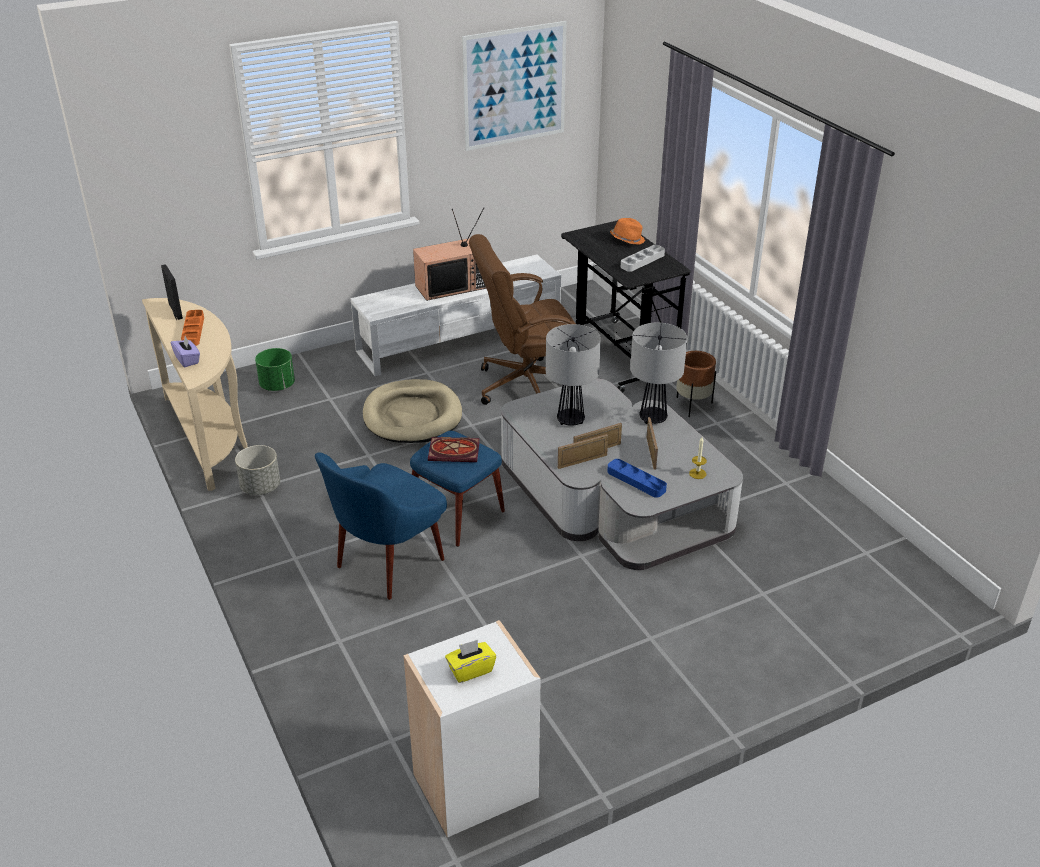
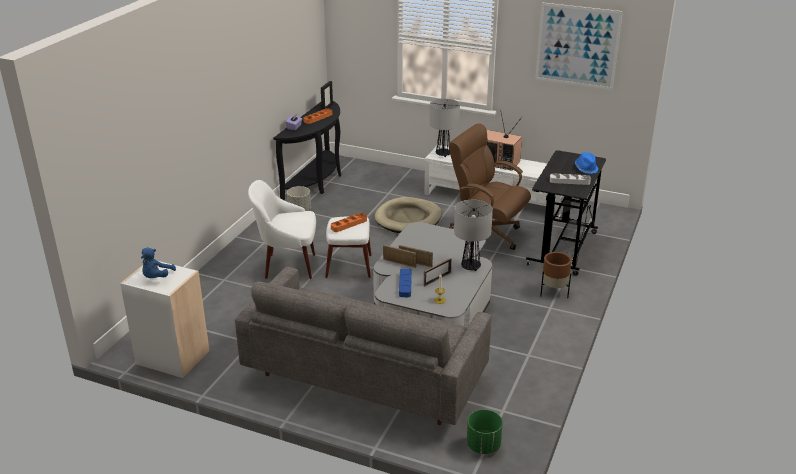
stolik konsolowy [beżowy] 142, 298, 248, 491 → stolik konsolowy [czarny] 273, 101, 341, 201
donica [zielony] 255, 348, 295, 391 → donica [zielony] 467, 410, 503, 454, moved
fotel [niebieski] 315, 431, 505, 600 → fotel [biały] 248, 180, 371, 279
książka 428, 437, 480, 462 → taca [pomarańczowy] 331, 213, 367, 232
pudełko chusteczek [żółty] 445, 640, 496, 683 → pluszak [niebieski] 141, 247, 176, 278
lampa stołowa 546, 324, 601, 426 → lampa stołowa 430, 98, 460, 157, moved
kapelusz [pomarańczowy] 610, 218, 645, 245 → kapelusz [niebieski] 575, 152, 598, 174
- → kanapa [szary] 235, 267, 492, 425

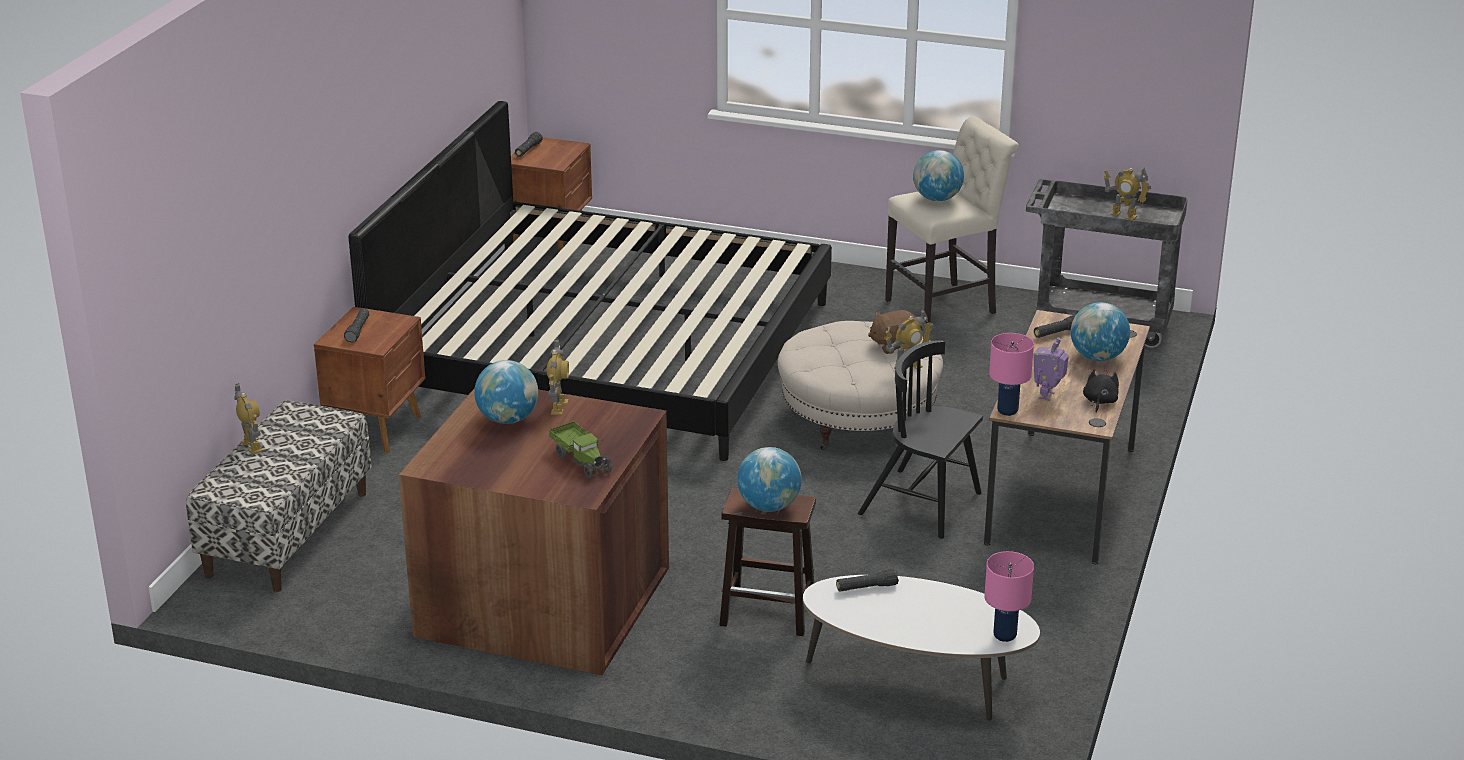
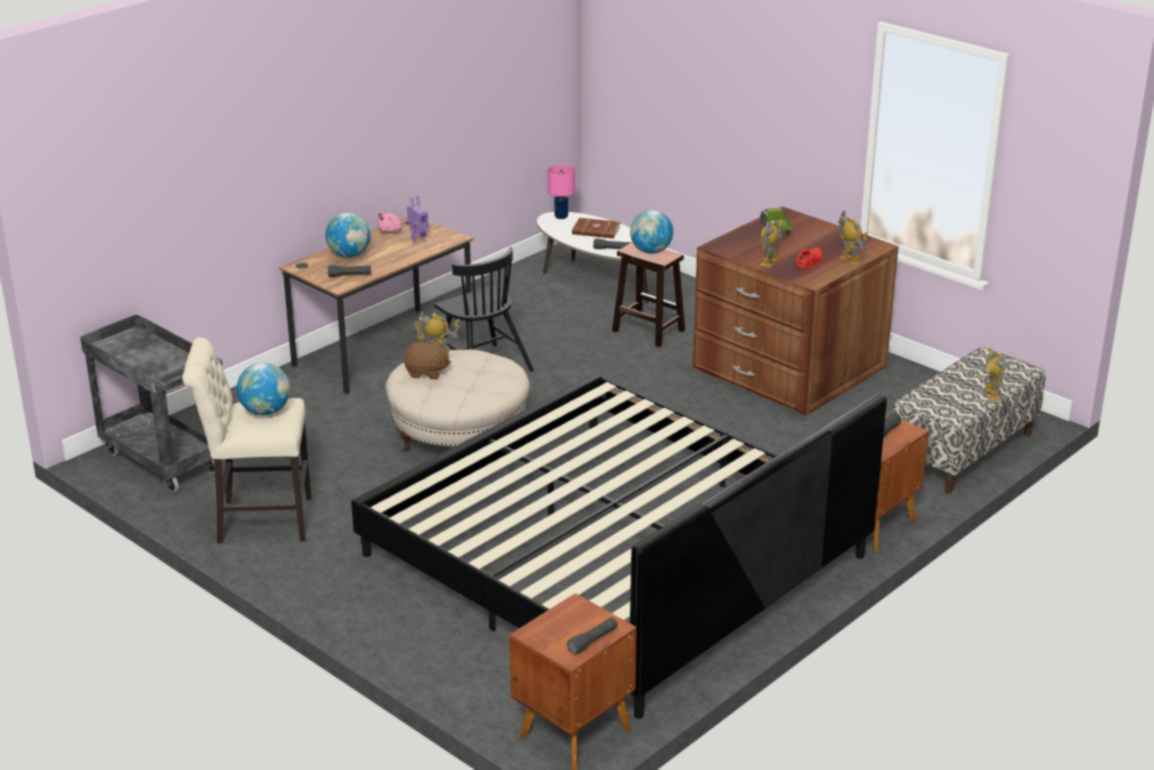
globus 474, 360, 538, 424 → but [czerwony] 796, 247, 823, 270
lampa stołowa [różowy] 989, 333, 1034, 416 → -
pluszak [czarny] 1083, 369, 1119, 412 → pluszak [różowy] 377, 212, 406, 233
robot zabawkowy 1104, 167, 1151, 220 → robot zabawkowy 838, 210, 868, 265, moved
- → książka [brązowy] 572, 218, 620, 238

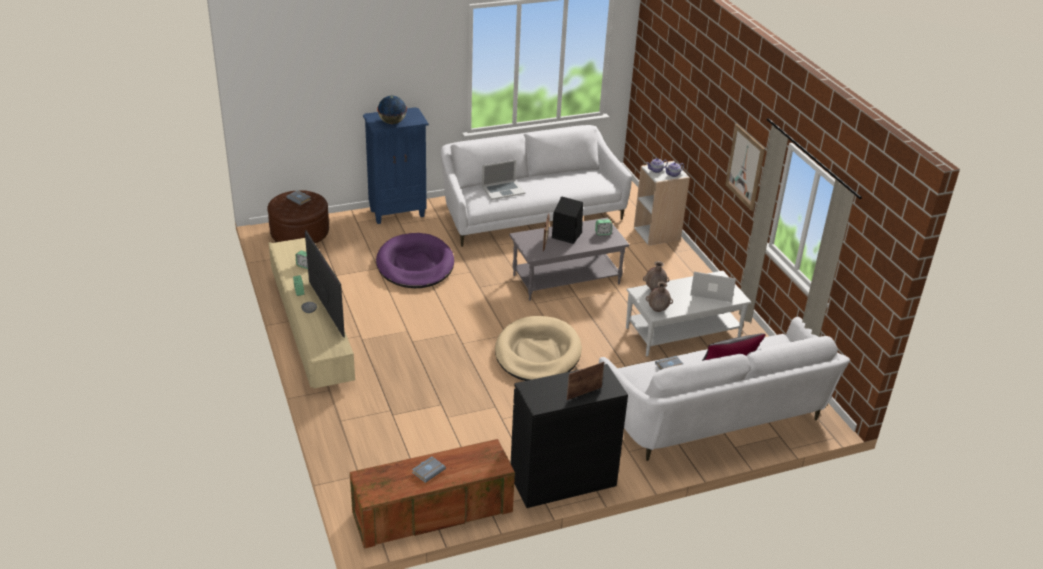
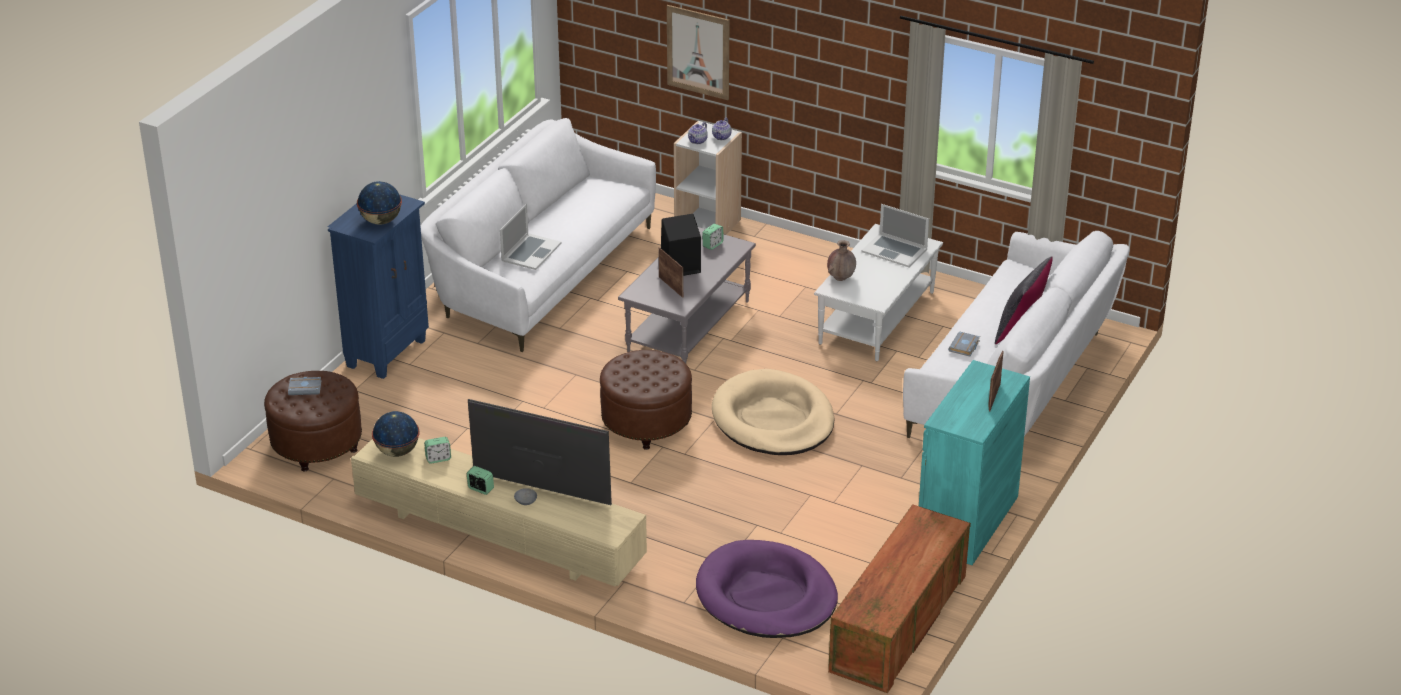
legowisko [fioletowy] 376, 233, 454, 288 → legowisko [fioletowy] 696, 540, 838, 638, moved
książka [szary] 412, 456, 446, 483 → -
szafka [czarny] 511, 364, 628, 508 → szafka [turkusowy] 919, 360, 1030, 565
wazon [brązowy] 646, 282, 673, 312 → -
laptop 690, 272, 736, 302 → laptop 862, 204, 929, 267, 120 degrees counterclockwise
obraz 725, 124, 765, 211 → obraz 667, 5, 730, 100, moved
- → globus 372, 411, 420, 457
- → pufa [brązowy] 600, 350, 692, 450

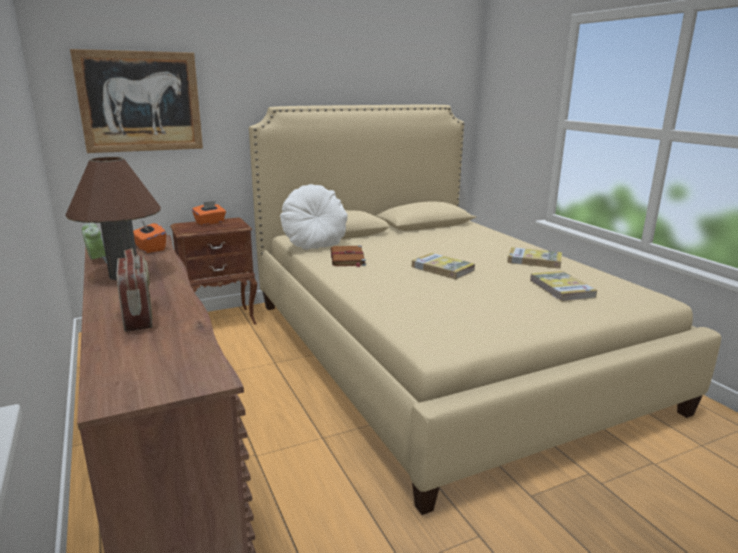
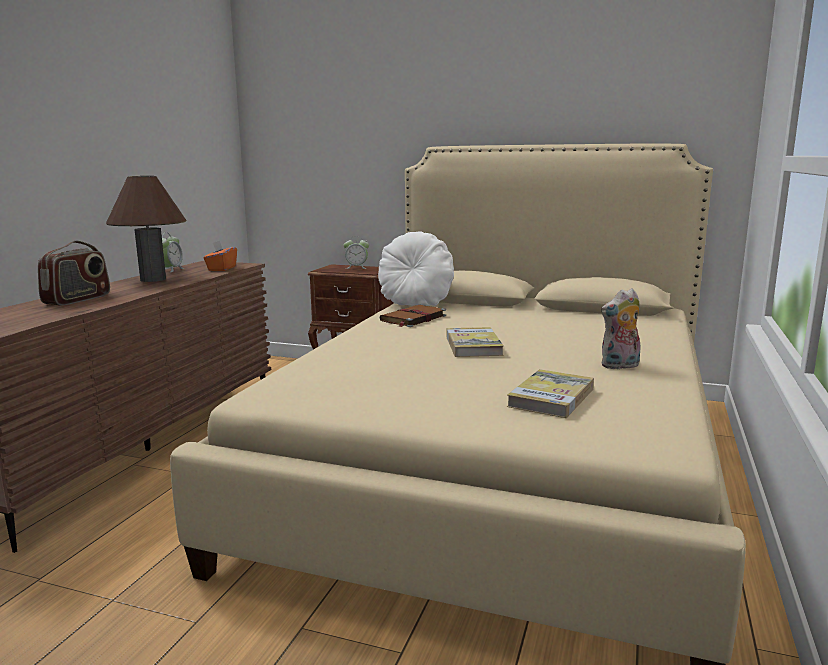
obraz 70, 49, 203, 153 → -
pudełko chusteczek [pomarańczowy] 192, 201, 226, 225 → budzik 344, 236, 369, 269
książka 507, 247, 562, 269 → pluszak 601, 288, 640, 369

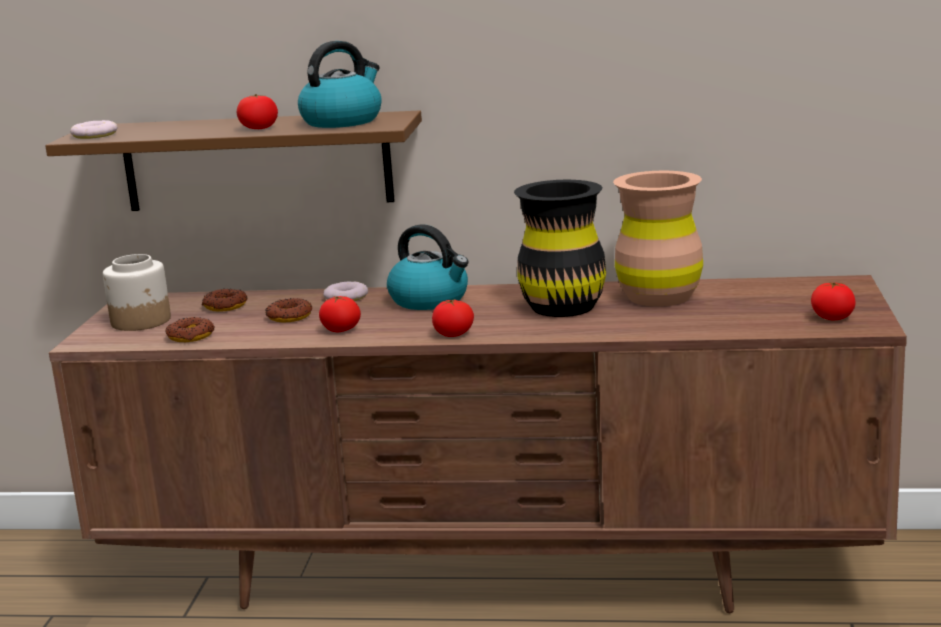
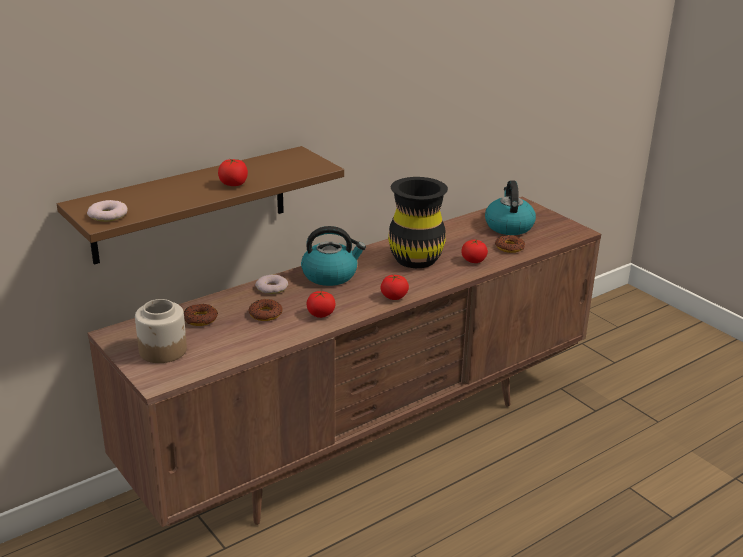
donut 165, 317, 215, 342 → donut 495, 235, 525, 253, moved
czajnik 298, 41, 382, 128 → czajnik 485, 181, 536, 235, moved
wazon [brązowy] 613, 171, 703, 307 → -
pomidor 811, 282, 856, 320 → pomidor 461, 240, 488, 263, moved

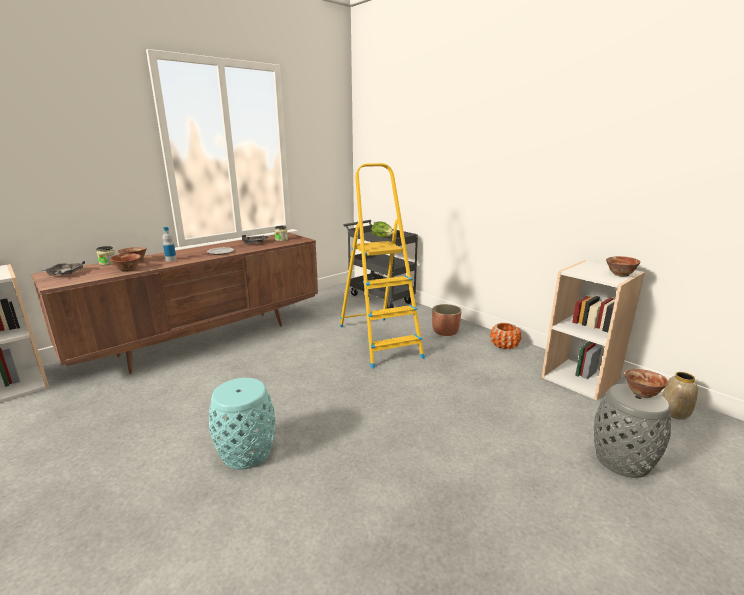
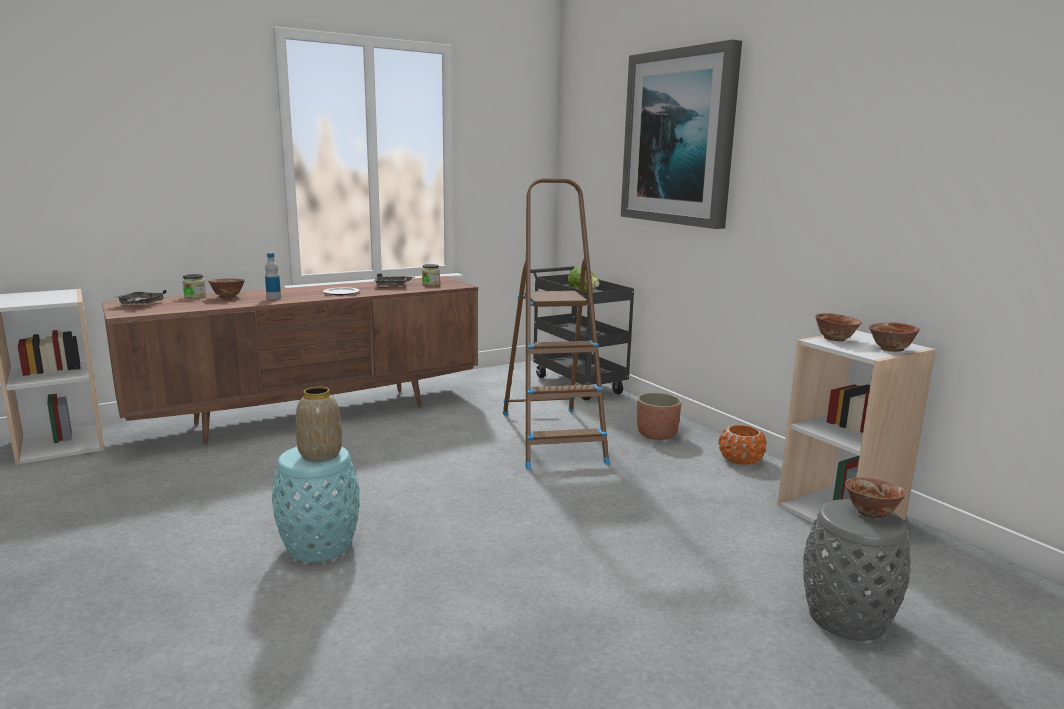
miska 110, 253, 141, 272 → miska 815, 313, 862, 341, moved
drabinka [żółty] 340, 163, 425, 368 → drabinka [brązowy] 503, 178, 609, 470
wazon 662, 372, 698, 420 → wazon 296, 387, 342, 462, moved
- → obraz 621, 39, 742, 229

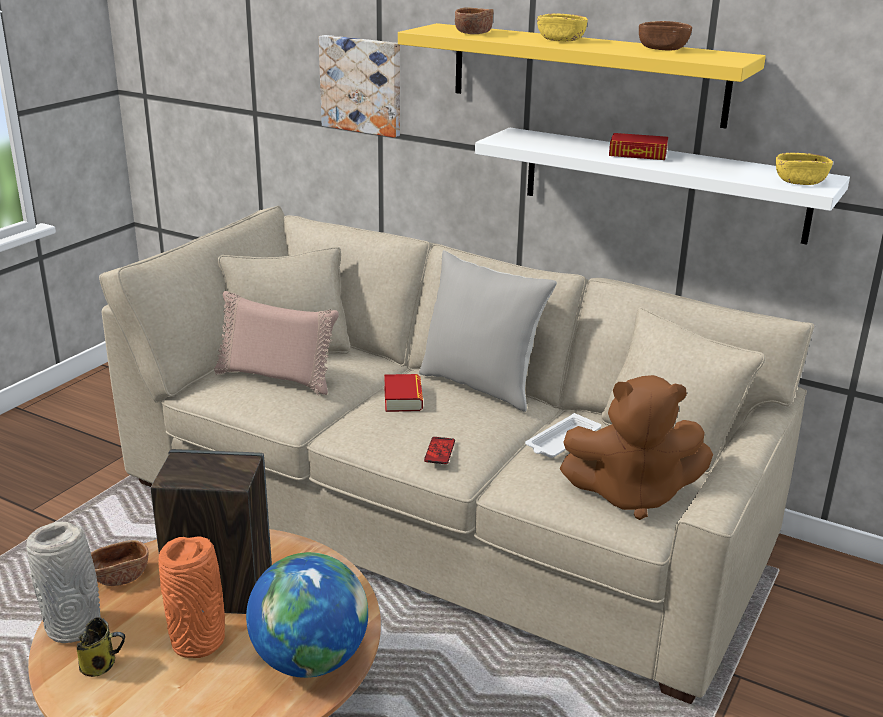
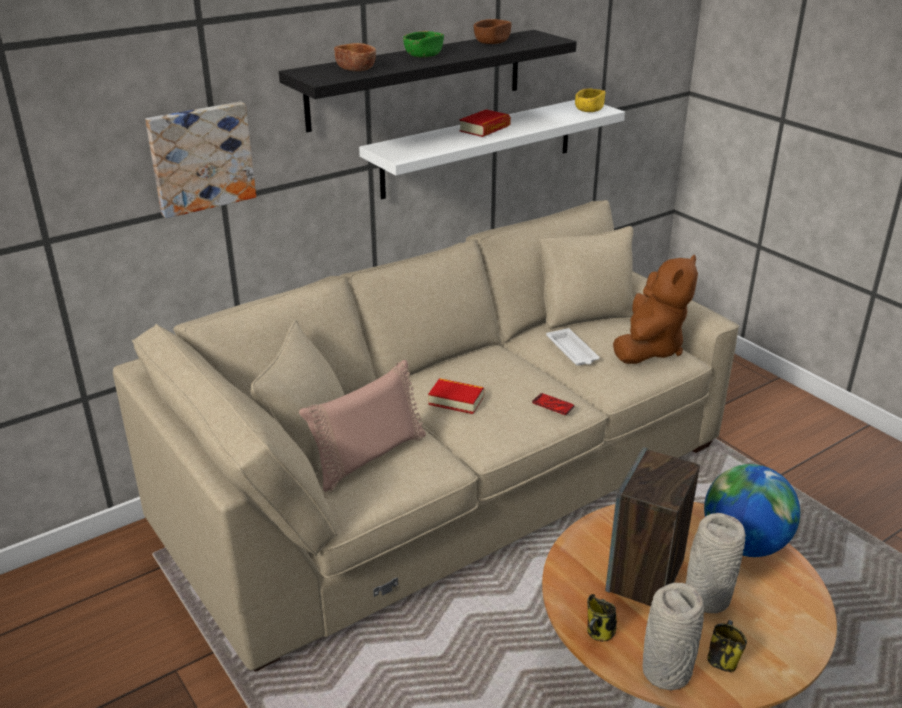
miska [brązowy] 91, 540, 149, 586 → kubek 587, 594, 617, 642
wazon [pomarańczowy] 158, 537, 225, 658 → wazon [szary] 686, 513, 746, 613
półka [żółty] 398, 23, 766, 128 → półka [czarny] 279, 30, 577, 132
poduszka [szary] 419, 250, 557, 412 → -
miska [żółty] 537, 13, 588, 41 → miska [zielony] 403, 31, 444, 58

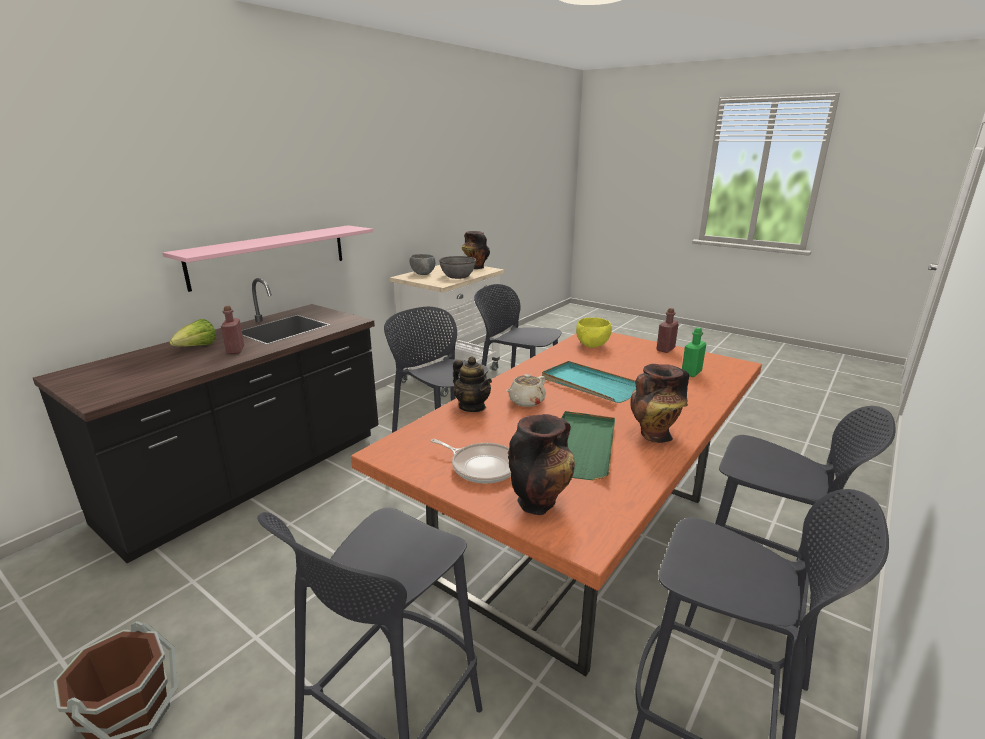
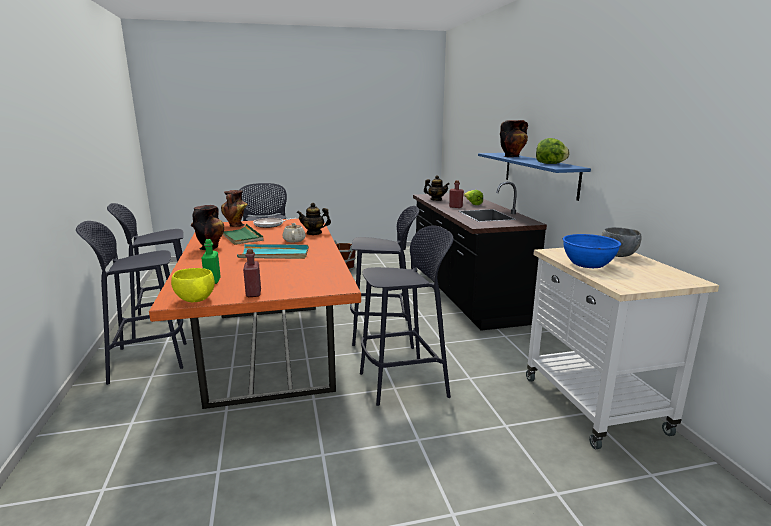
półka [różowy] 162, 225, 373, 292 → półka [niebieski] 478, 153, 591, 201
miska [szary] 439, 256, 476, 279 → miska [niebieski] 563, 234, 621, 268
wazon 462, 231, 490, 269 → wazon 500, 120, 528, 157, moved
miska [żółty] 576, 318, 612, 348 → miska [żółty] 171, 268, 215, 302, moved
- → imbryk 424, 175, 450, 201
- → sałata 536, 138, 569, 164

